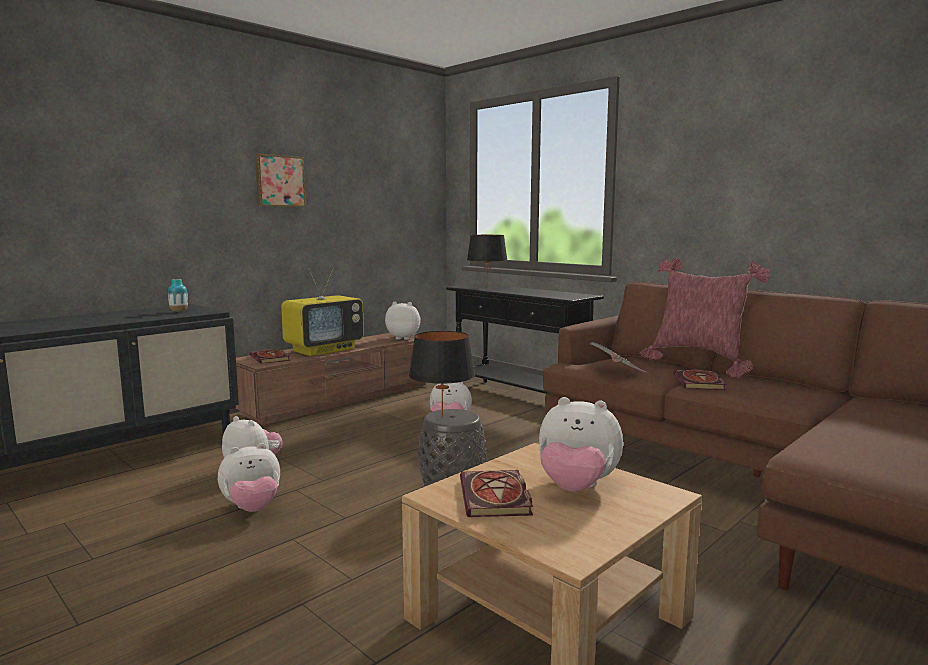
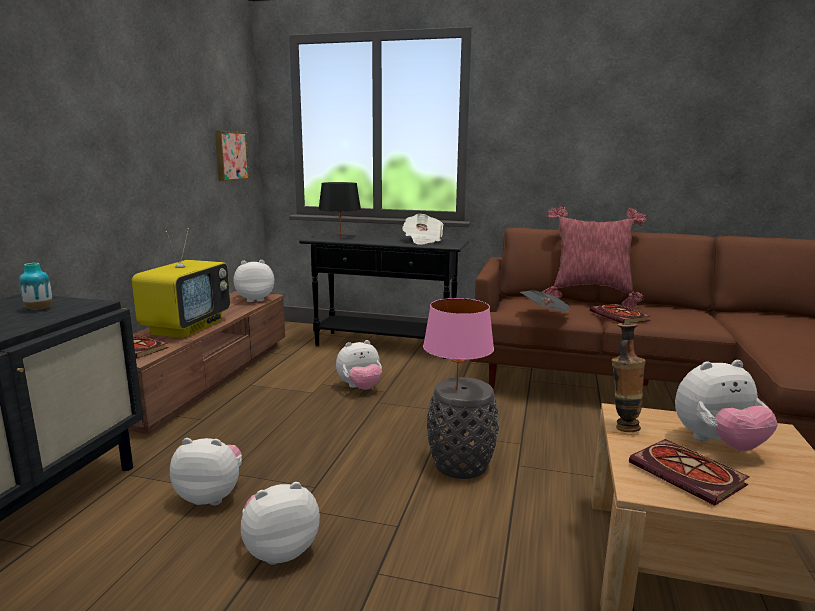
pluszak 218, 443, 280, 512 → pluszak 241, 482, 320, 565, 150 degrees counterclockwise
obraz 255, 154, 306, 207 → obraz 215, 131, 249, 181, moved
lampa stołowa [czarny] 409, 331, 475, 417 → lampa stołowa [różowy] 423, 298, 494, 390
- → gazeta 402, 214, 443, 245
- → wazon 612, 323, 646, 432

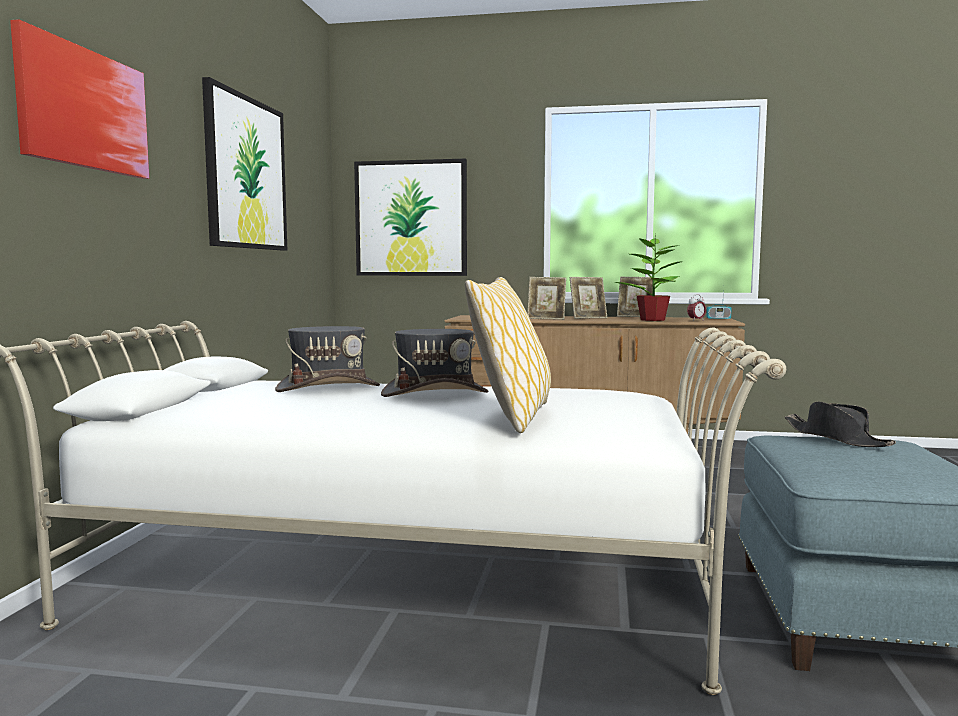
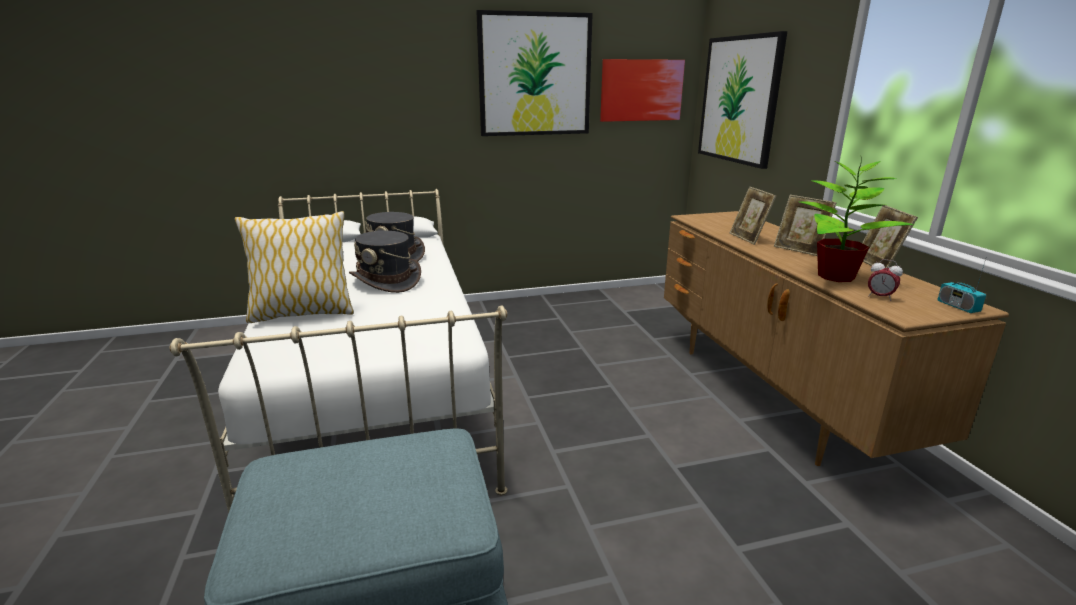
obraz 10, 19, 149, 179 → obraz 600, 59, 685, 122, moved
kapelusz [czarny] 785, 402, 896, 447 → -

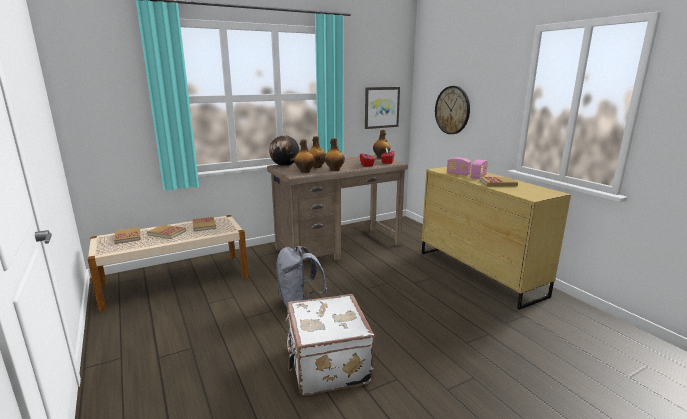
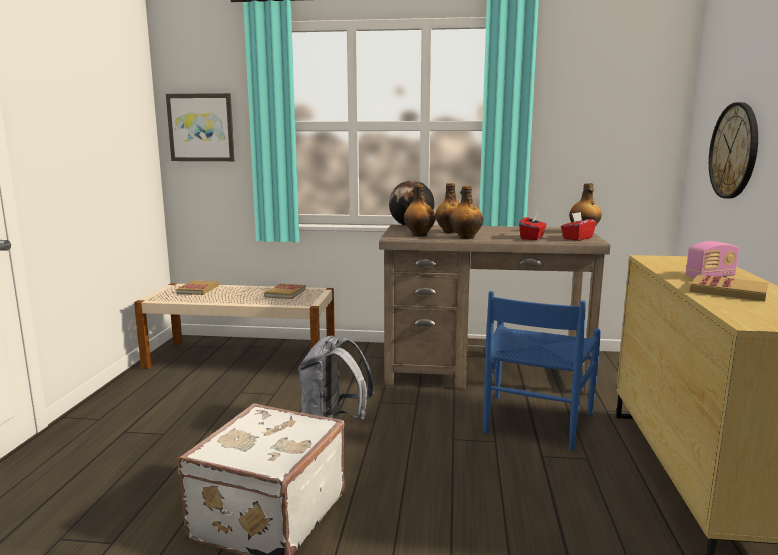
książka 147, 225, 186, 239 → -
obraz 365, 87, 400, 129 → obraz 166, 93, 235, 161, moved
radio 447, 157, 471, 176 → -
- → krzesło [niebieski] 484, 291, 601, 451

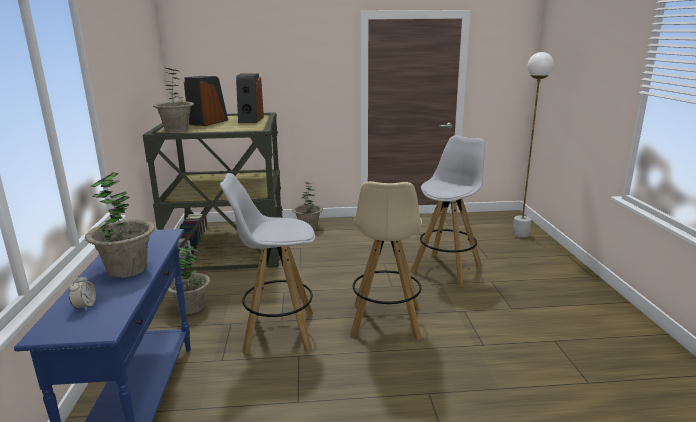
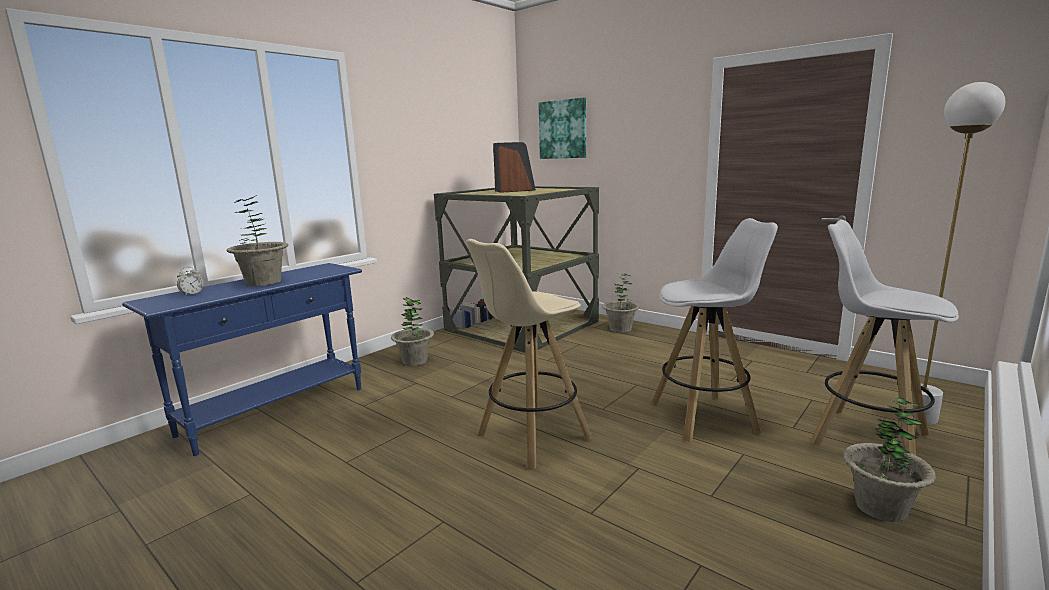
roślina doniczkowa 153, 68, 194, 132 → roślina doniczkowa 843, 398, 936, 522, moved
stołek [biały] 220, 173, 315, 355 → stołek [biały] 811, 220, 959, 455, moved
głośnik 236, 73, 264, 123 → -
- → obraz 539, 97, 586, 159

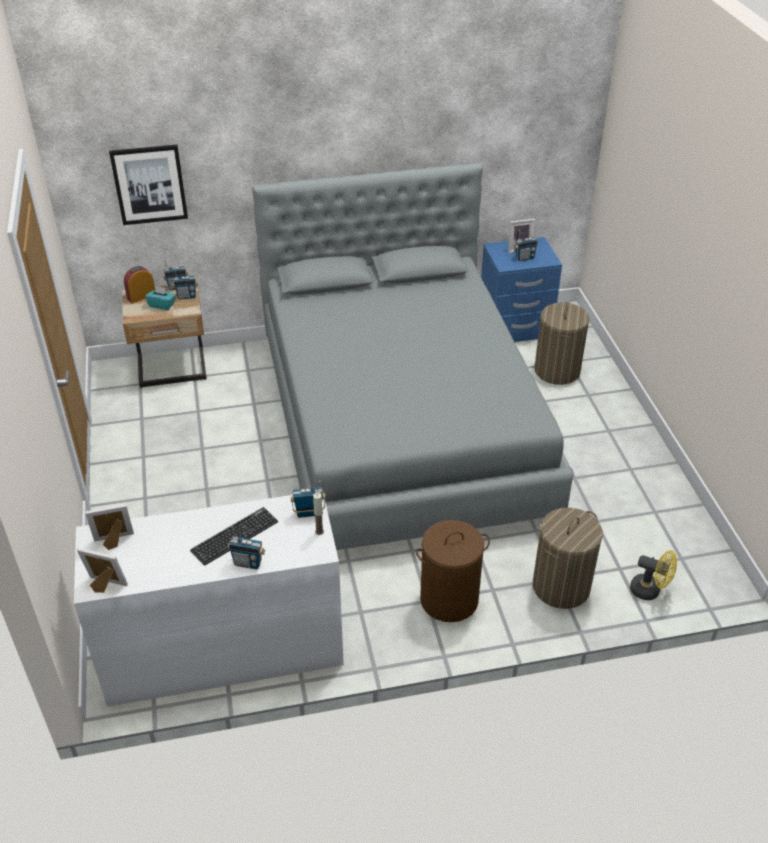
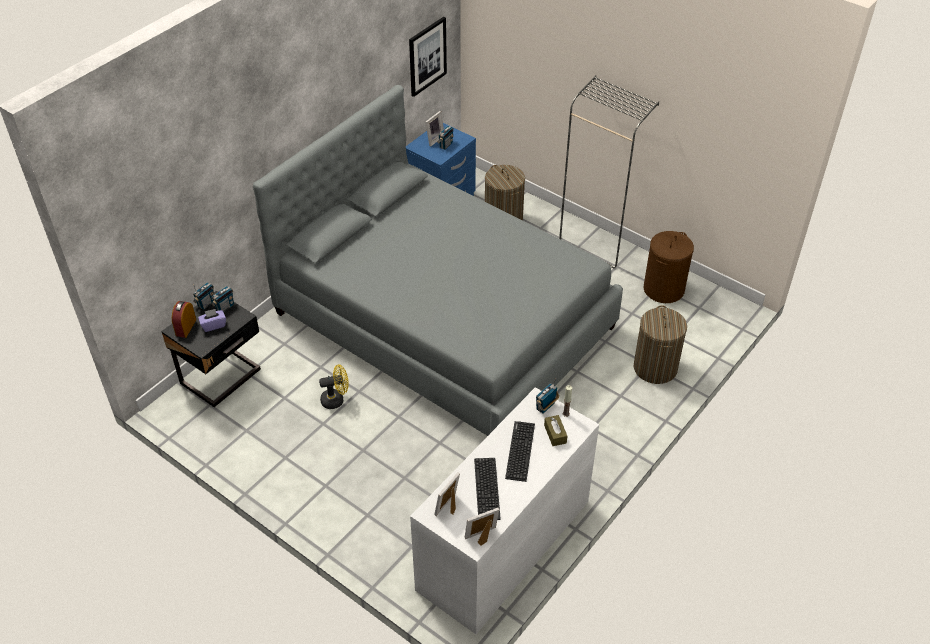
obraz 109, 145, 188, 225 → obraz 409, 17, 447, 97, moved
szafka nocna [beżowy] 122, 285, 207, 388 → szafka nocna [czarny] 161, 291, 261, 407
pudełko chusteczek [turkusowy] 145, 286, 176, 310 → pudełko chusteczek [fioletowy] 198, 309, 226, 332
radio 228, 526, 265, 569 → -
kosz na pranie [brązowy] 416, 520, 490, 622 → kosz na pranie [brązowy] 644, 231, 694, 303, moved
wentylator [żółty] 630, 550, 677, 600 → wentylator [żółty] 319, 364, 349, 409, moved
- → klawiatura 474, 458, 501, 520
- → pudełko chusteczek [brązowy] 544, 415, 567, 446
- → wieszak [szary] 559, 75, 659, 268

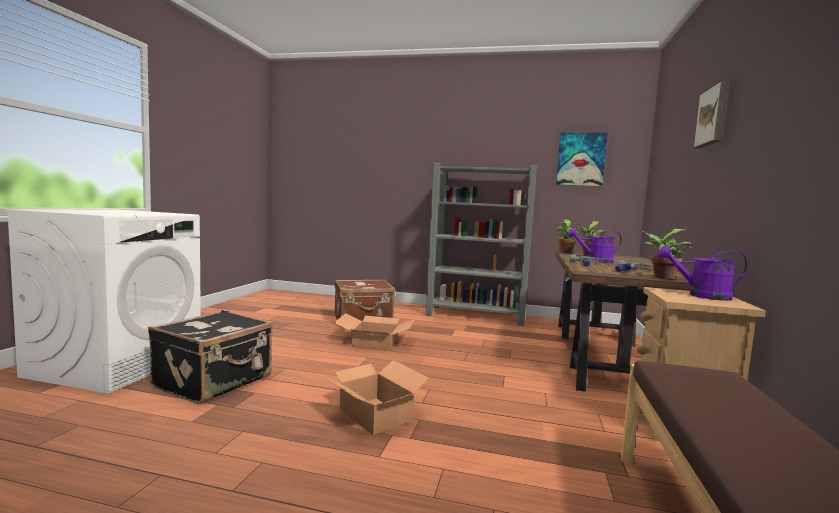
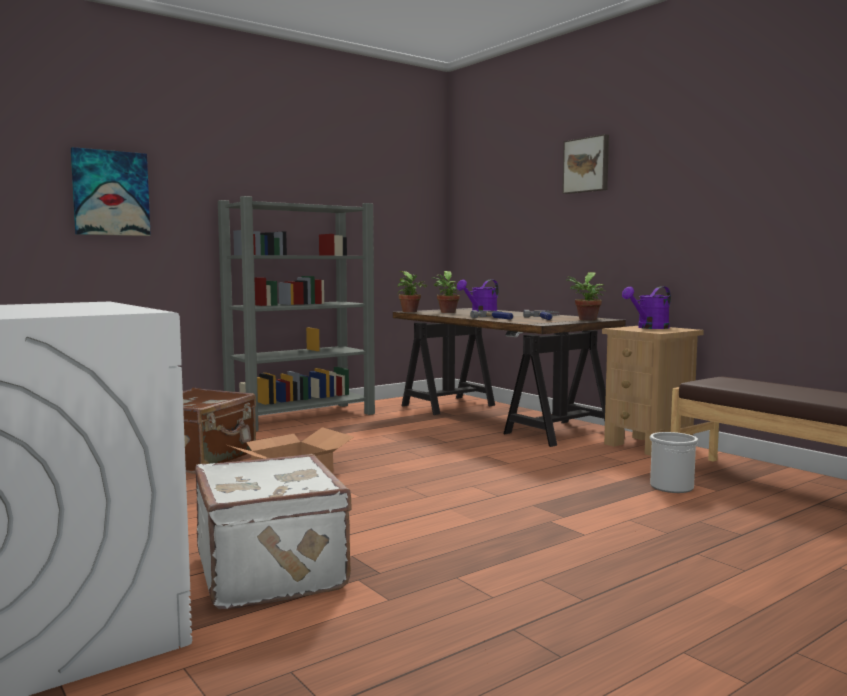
walizka [czarny] 148, 310, 273, 404 → walizka [biały] 195, 454, 352, 609
karton 324, 360, 429, 435 → -
obraz 556, 132, 608, 186 → obraz 71, 147, 151, 236, moved
- → wiadro 650, 432, 698, 493

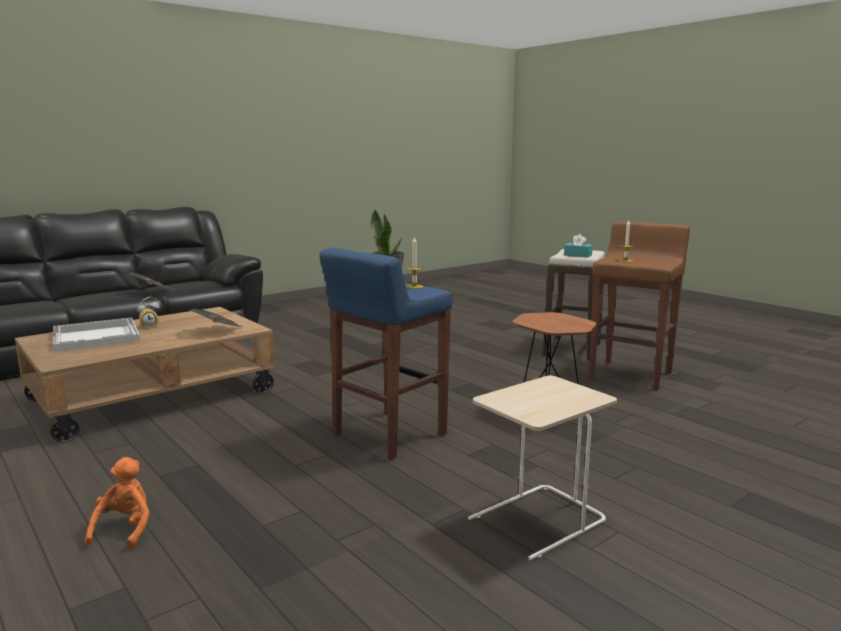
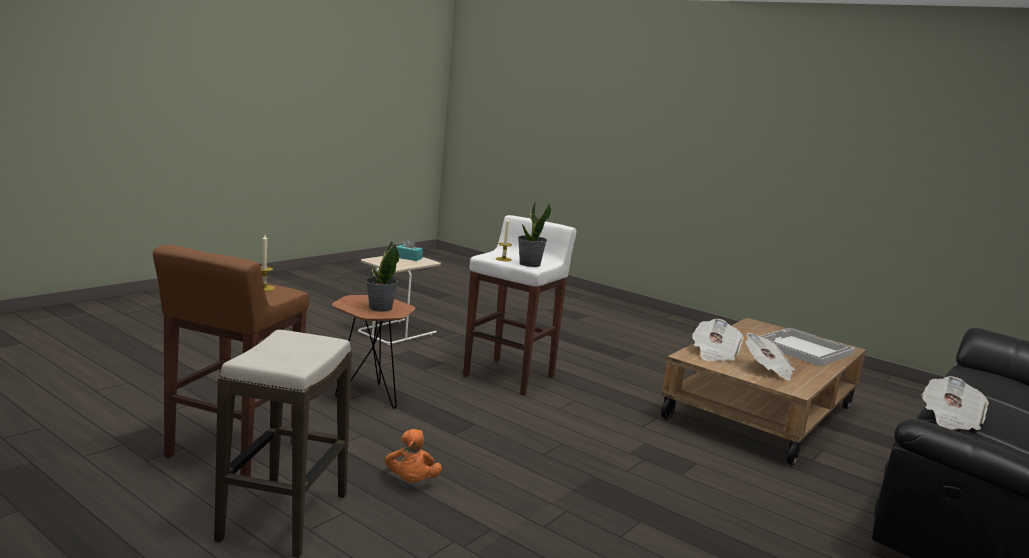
pluszak [pomarańczowy] 85, 457, 150, 549 → pluszak [pomarańczowy] 385, 429, 442, 482, moved
budzik 137, 297, 159, 329 → -
stołek [niebieski] 319, 247, 453, 460 → stołek [biały] 463, 215, 577, 395
pudełko chusteczek [turkusowy] 564, 234, 593, 257 → pudełko chusteczek [turkusowy] 397, 238, 423, 261, moved
- → roślina doniczkowa 366, 241, 399, 312
- → gazeta 746, 333, 795, 381

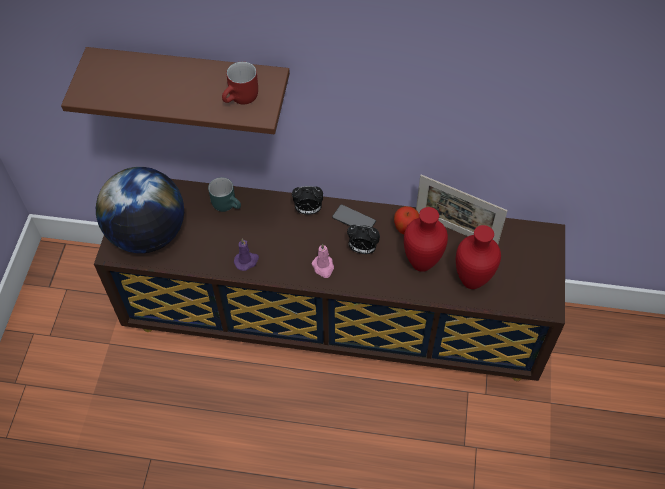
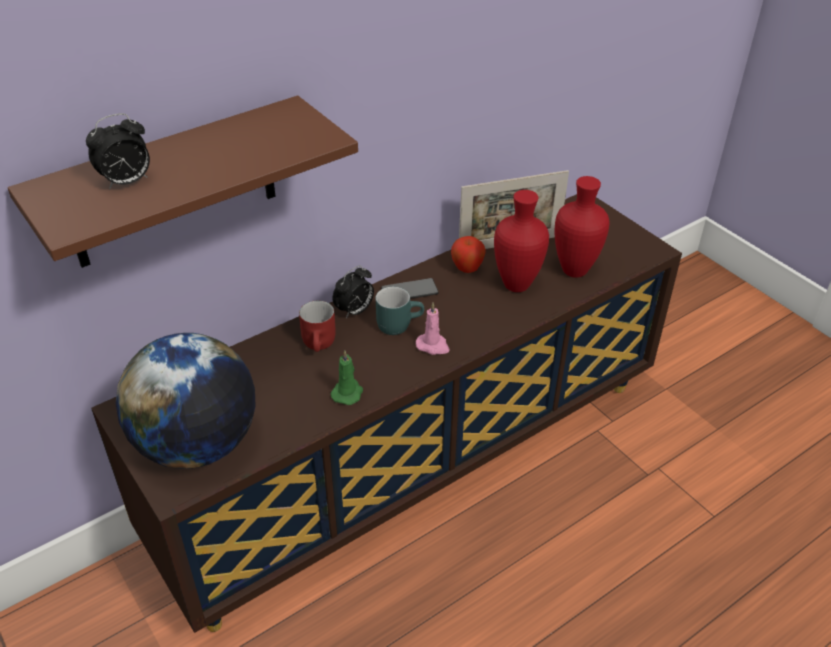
kubek [turkusowy] 208, 177, 241, 212 → kubek [turkusowy] 376, 287, 424, 335, moved
kubek [czerwony] 222, 62, 258, 104 → kubek [czerwony] 299, 300, 336, 352, moved
świeca [fioletowy] 234, 239, 259, 271 → świeca [zielony] 331, 350, 363, 405
budzik 347, 225, 380, 254 → budzik 86, 113, 150, 189, moved

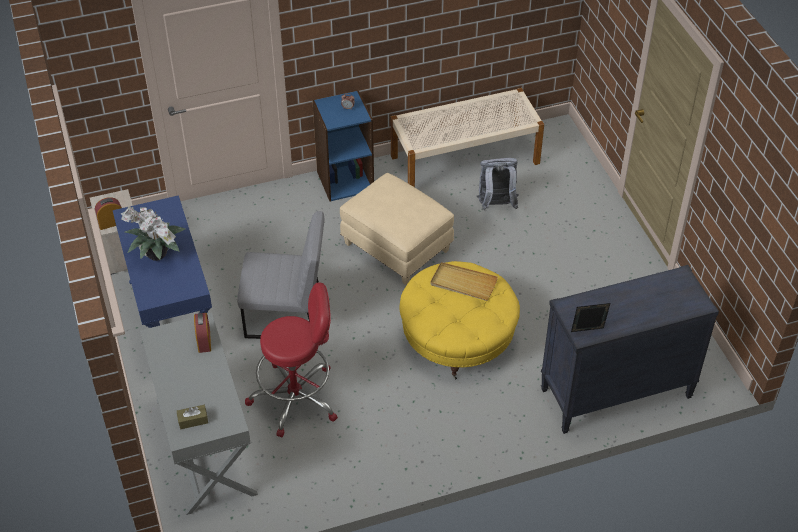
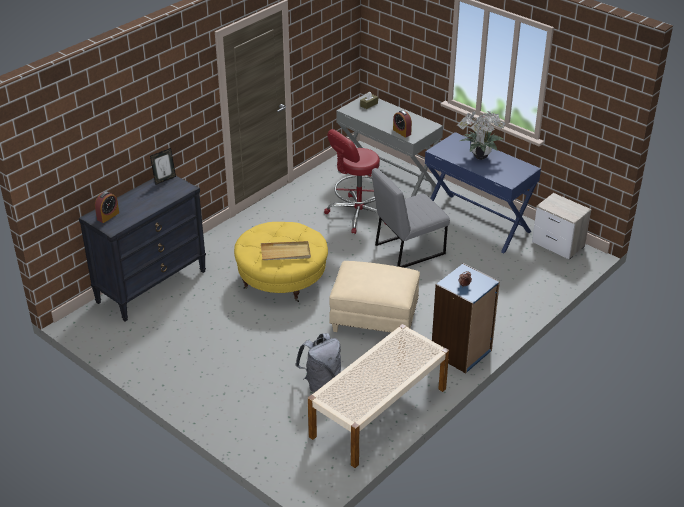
budzik 95, 197, 122, 230 → budzik 95, 192, 119, 223, moved

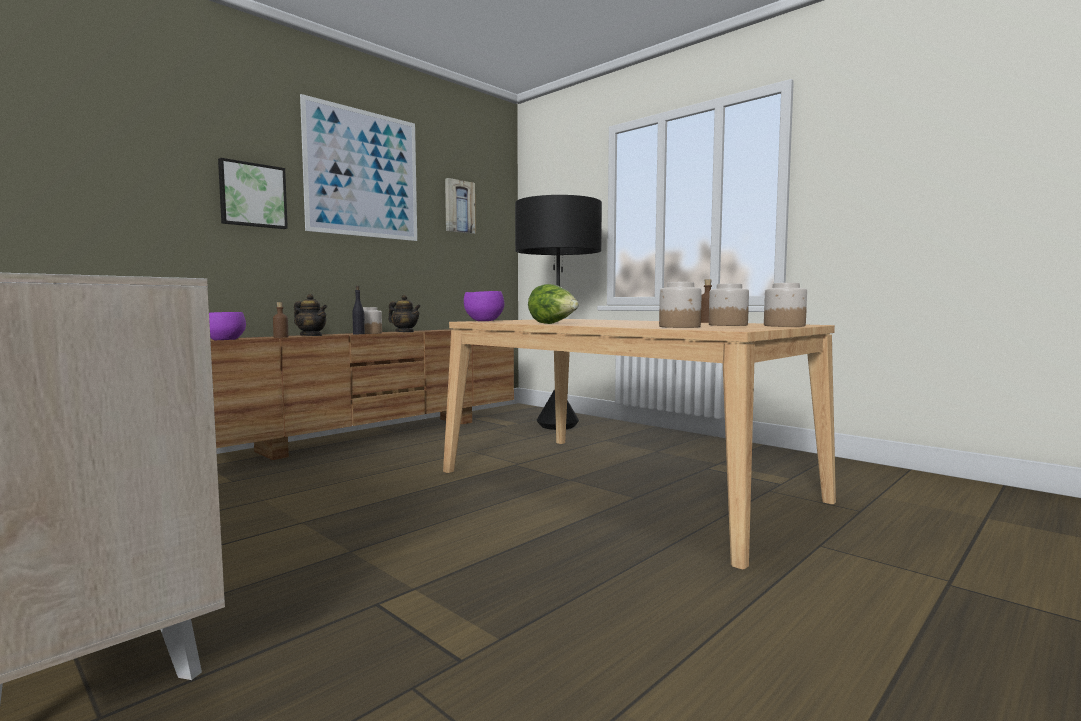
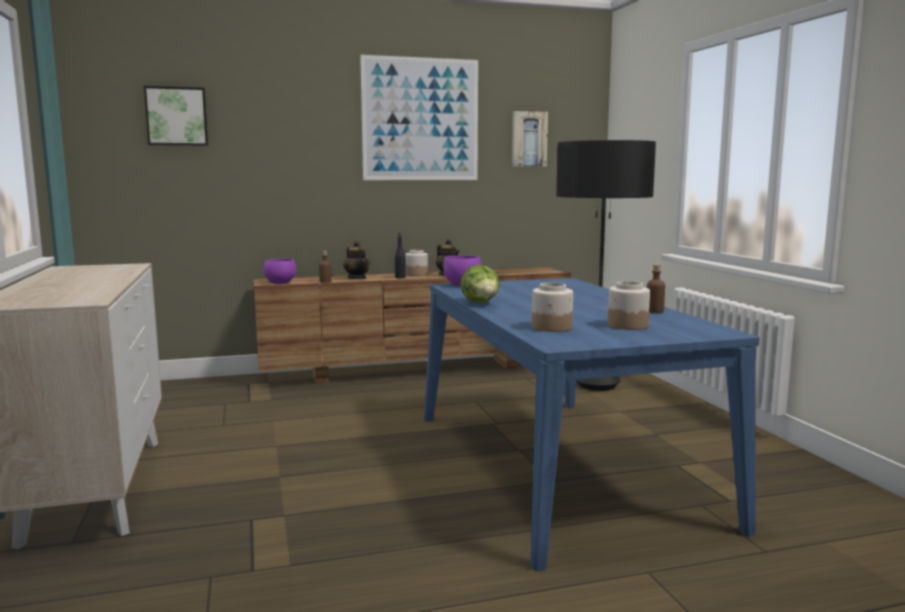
obraz 218, 158, 288, 229 → obraz 144, 86, 208, 146, moved
stół jadalny [beżowy] 443, 319, 836, 569 → stół jadalny [niebieski] 424, 278, 759, 571
słoik 764, 283, 807, 327 → -

